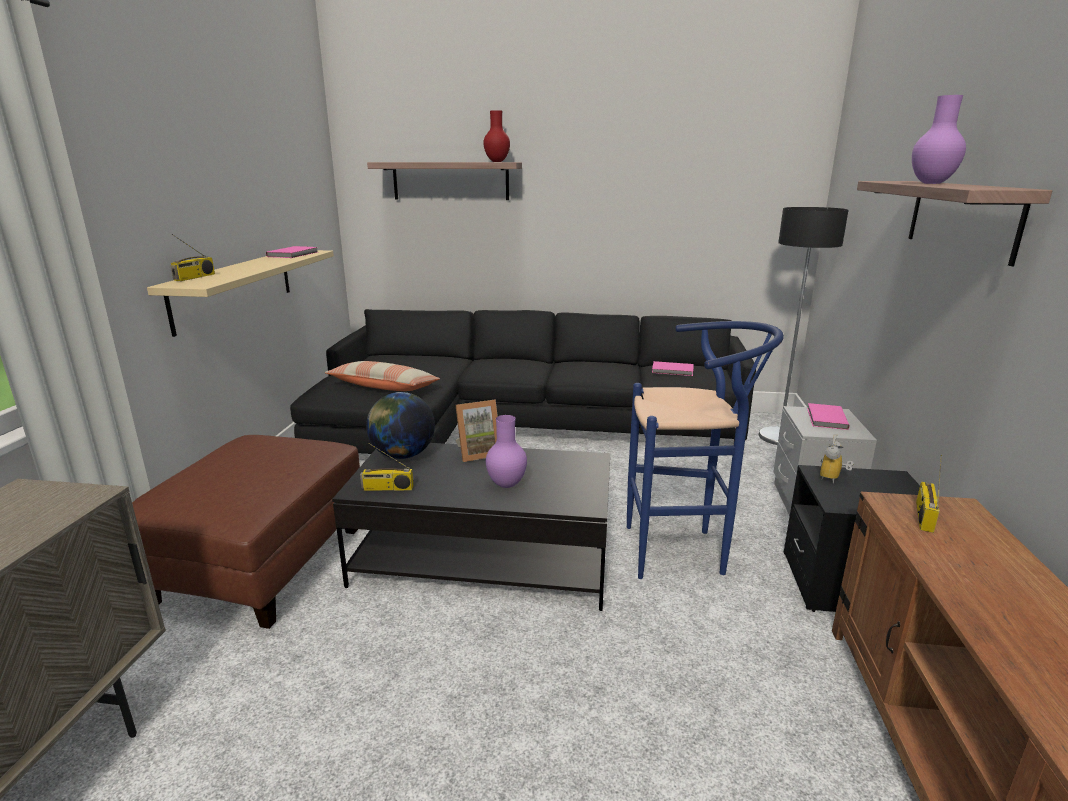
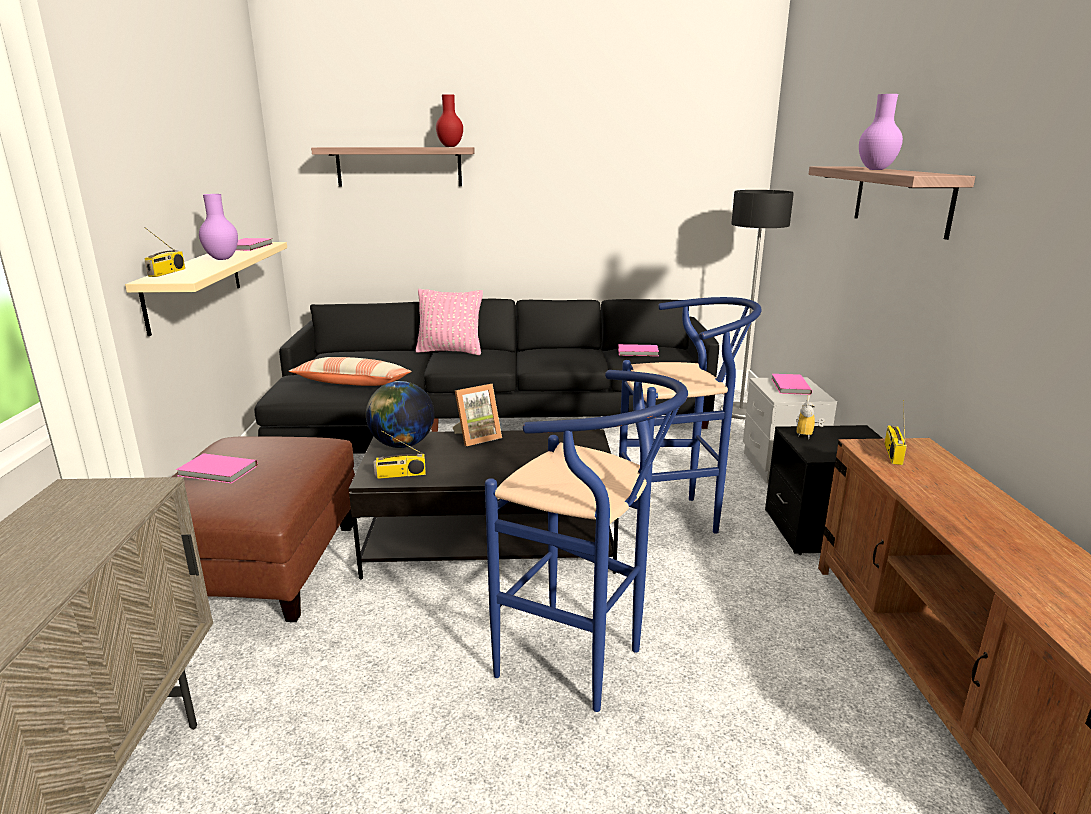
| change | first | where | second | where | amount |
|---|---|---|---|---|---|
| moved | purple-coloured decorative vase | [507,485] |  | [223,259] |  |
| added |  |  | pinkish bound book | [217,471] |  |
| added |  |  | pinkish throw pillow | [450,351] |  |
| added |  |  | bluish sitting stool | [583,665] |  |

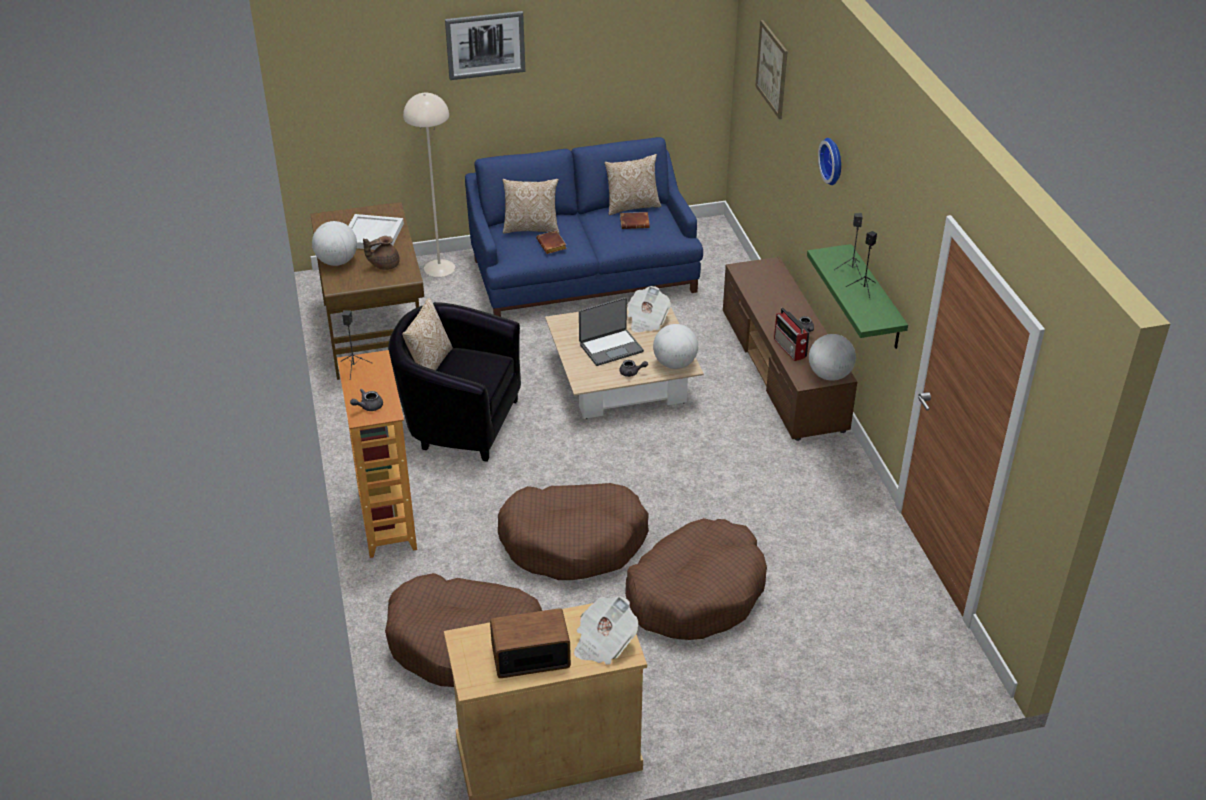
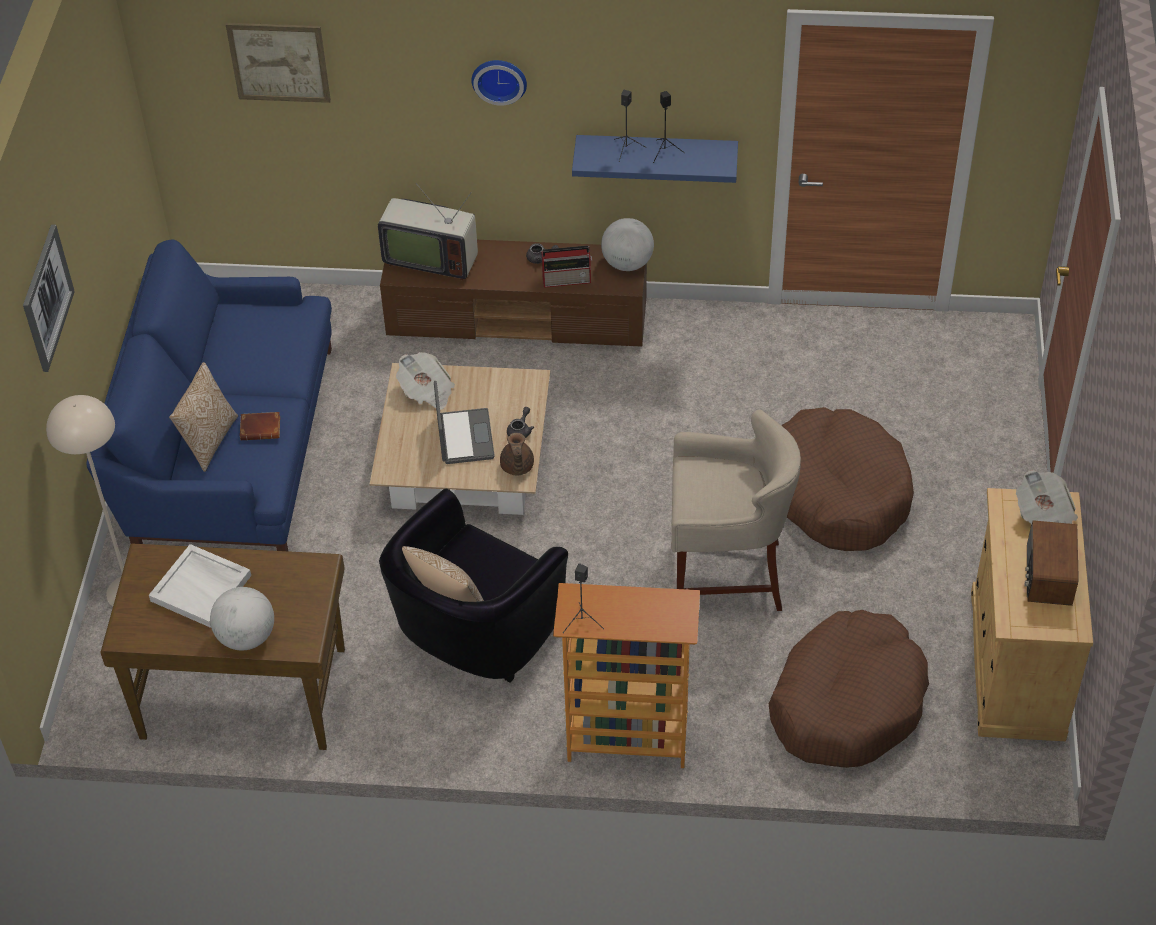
| change | first | where | second | where | amount |
|---|---|---|---|---|---|
| removed | grey pot for tea | [368,406] |  |  |  |
| moved | brown-coloured pot for tea | [384,265] |  | [516,467] |  |
| replaced | brown-coloured dog bed | [574,541] | beige sitting stool | [726,573] |  |
| removed | throw pillow | [632,206] |  |  |  |
| removed | brown-coloured bound book | [635,223] |  |  |  |
| removed | world globe | [675,364] |  |  |  |
| recoloured | green-coloured bracket shelf | [876,298] | bluish bracket shelf | [656,154] |  |
| added |  |  | TV | [430,258] |  |

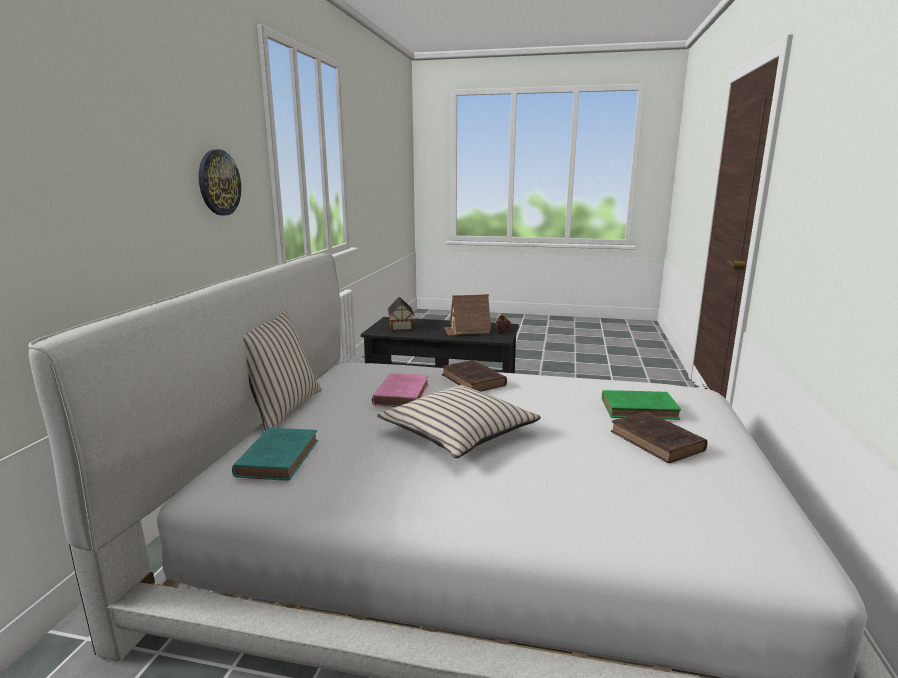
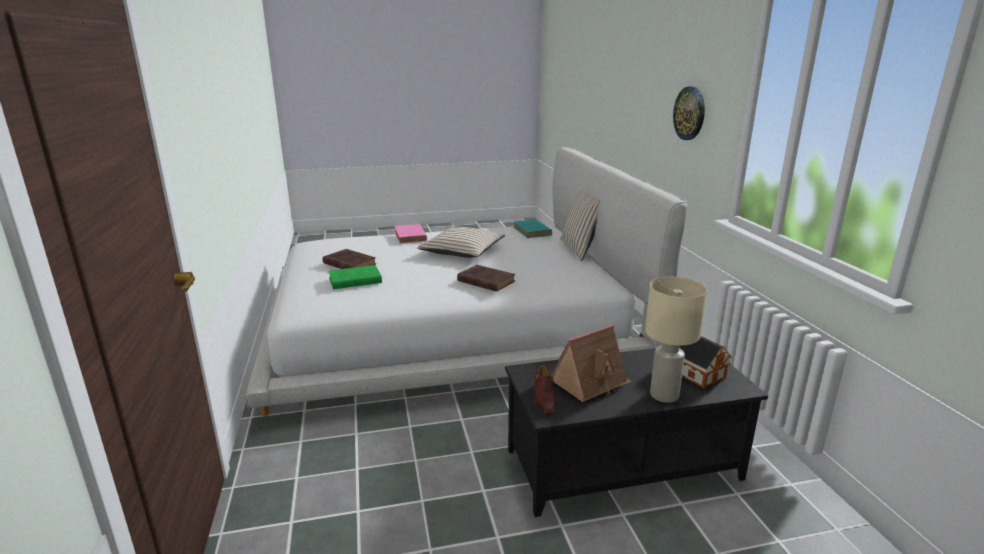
| change | first | where | second | where | amount |
|---|---|---|---|---|---|
| moved | pinkish bound book | [402,394] |  | [410,237] |  |
| added |  |  | beige table lamp | [663,395] |  |

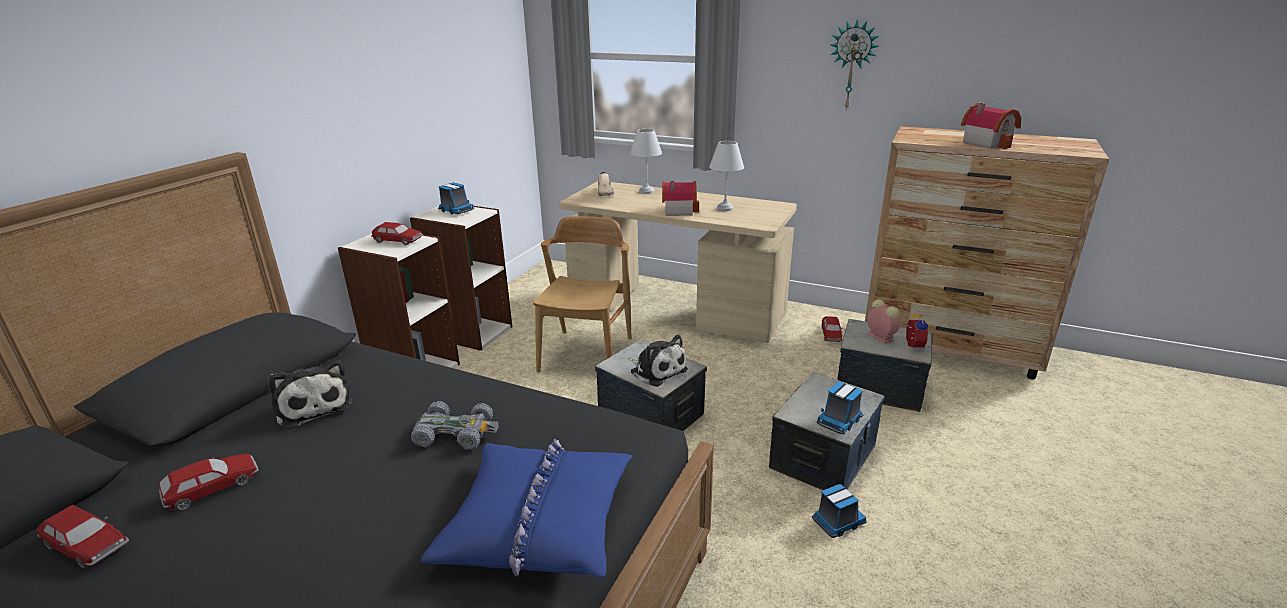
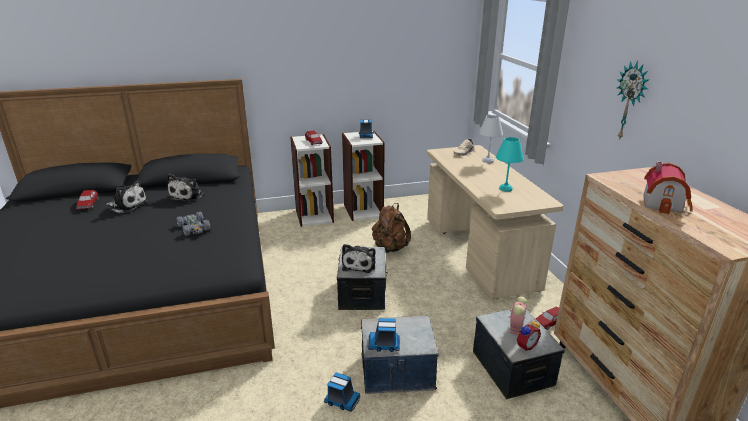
| change | first | where | second | where | amount |
|---|---|---|---|---|---|
| replaced | model car | [213,488] | cuddly toy | [127,205] |  |
| removed | bluish throw pillow | [538,521] |  |  |  |
| replaced | brown-coloured plain chair | [586,354] | brown-coloured rucksack | [390,248] |  |
| removed | miniature house | [677,210] |  |  |  |
| recoloured | whitish table lamp | [724,208] | turquoise table lamp | [505,188] |  |

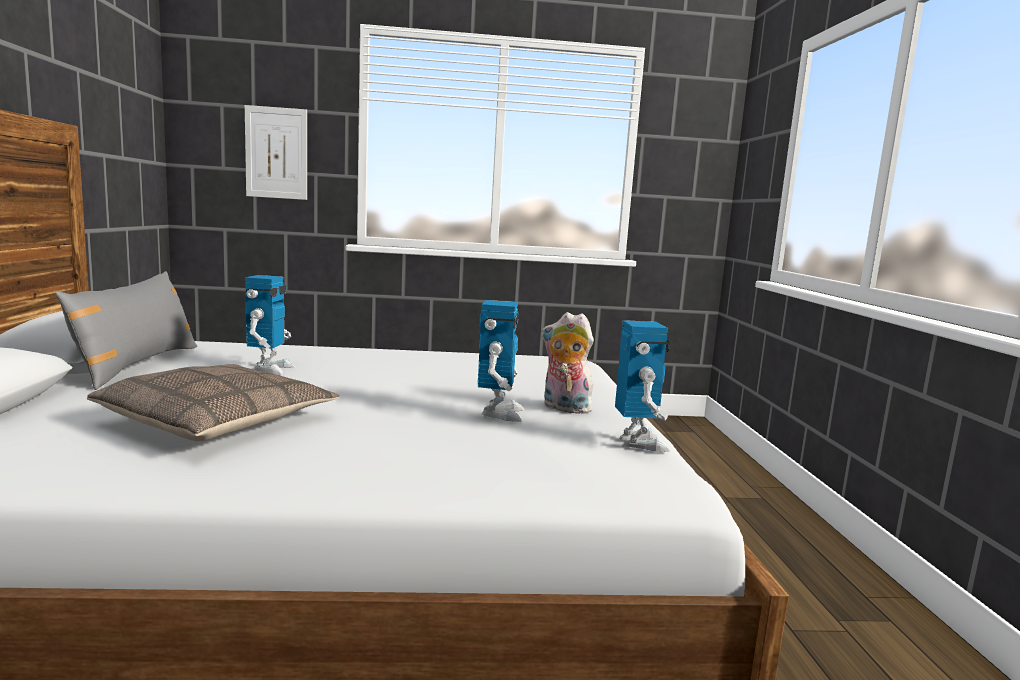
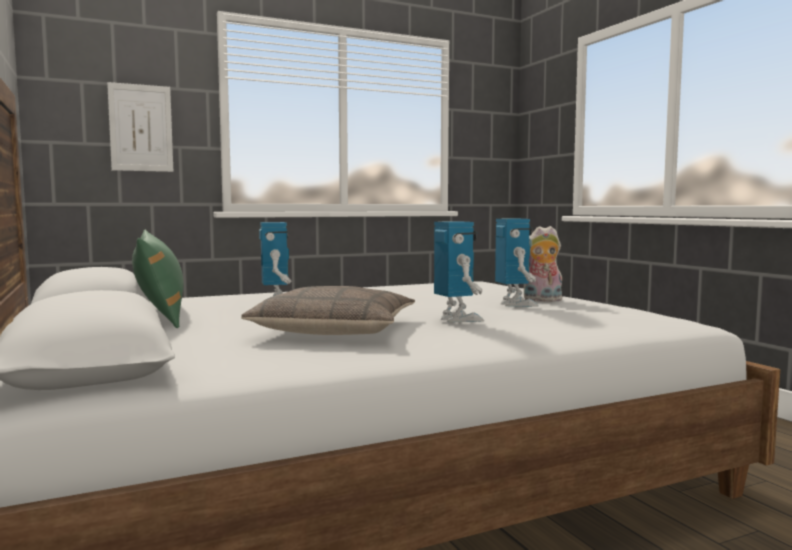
| change | first | where | second | where | amount |
|---|---|---|---|---|---|
| recoloured | grey throw pillow | [137,365] | green-coloured throw pillow | [160,313] |  |
| moved | model robot | [639,442] |  | [457,319] |  |

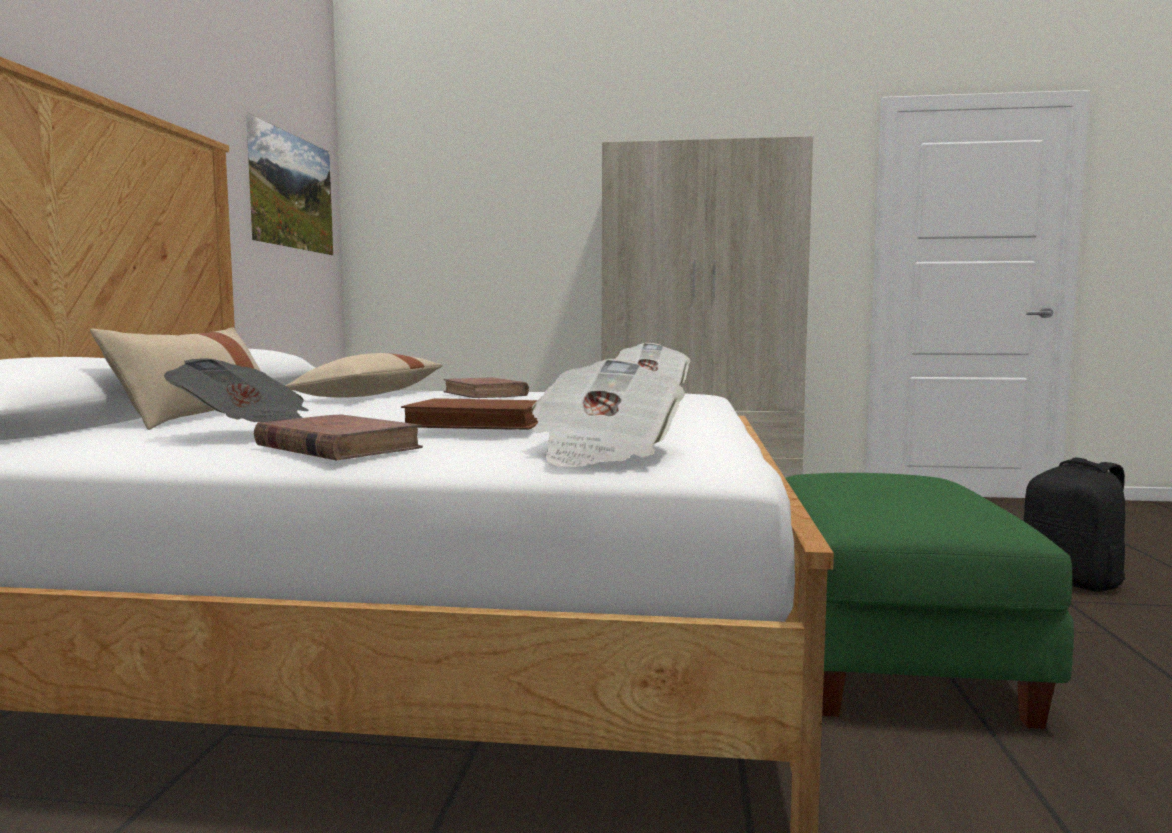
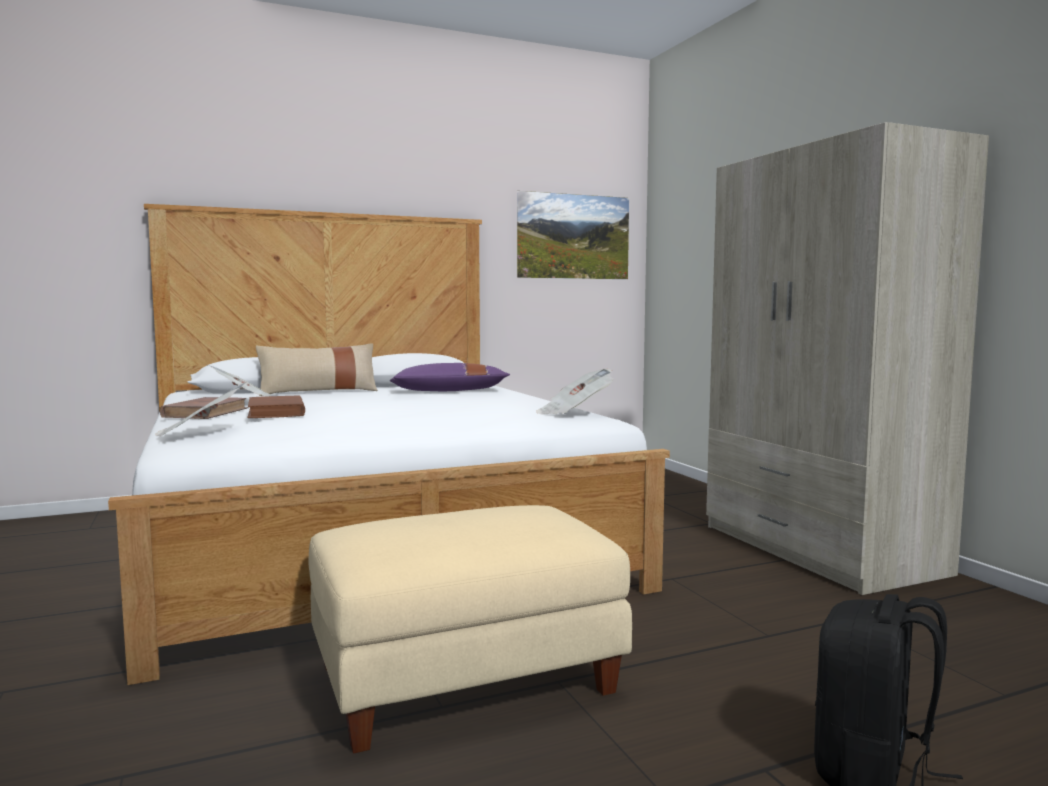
| change | first | where | second | where | amount |
|---|---|---|---|---|---|
| recoloured | beige throw pillow | [371,395] | purple-coloured throw pillow | [449,391] |  |
| removed | brown-coloured bound book | [485,394] |  |  |  |
| recoloured | green-coloured ottoman | [887,654] | beige ottoman | [465,677] |  |

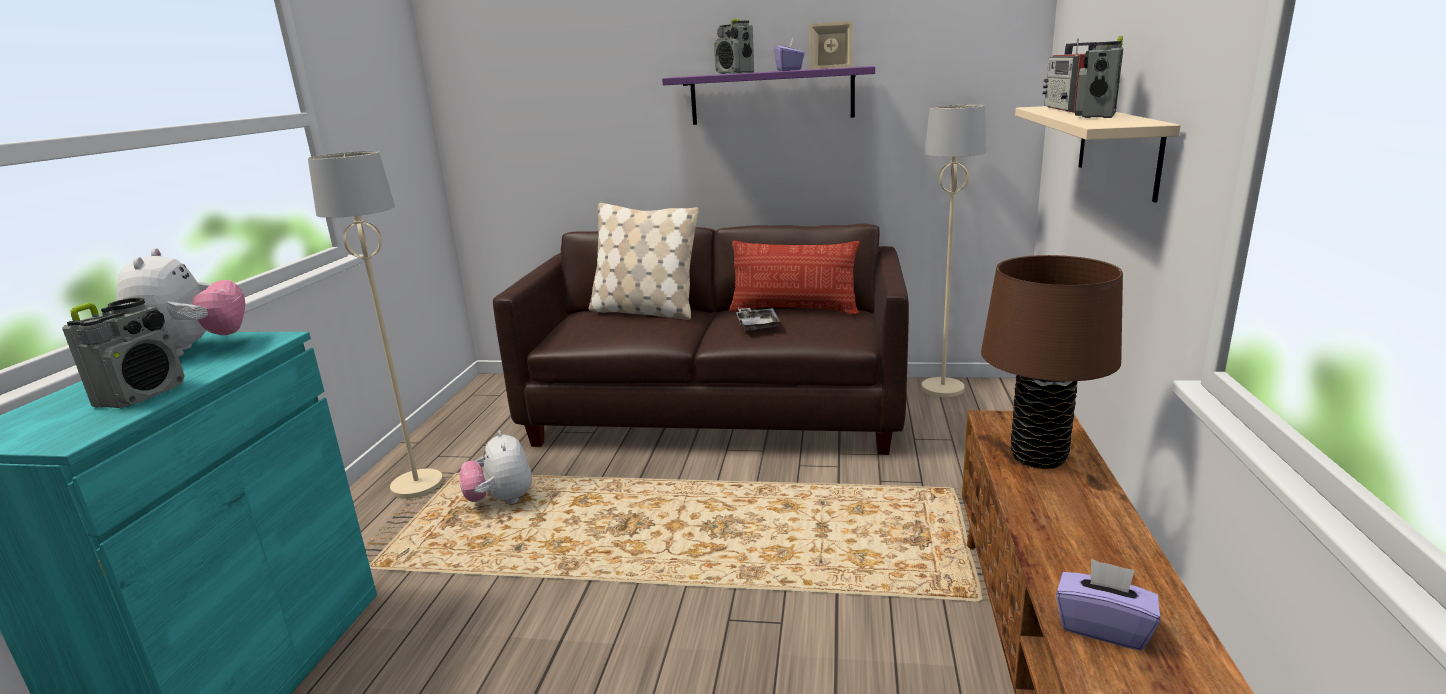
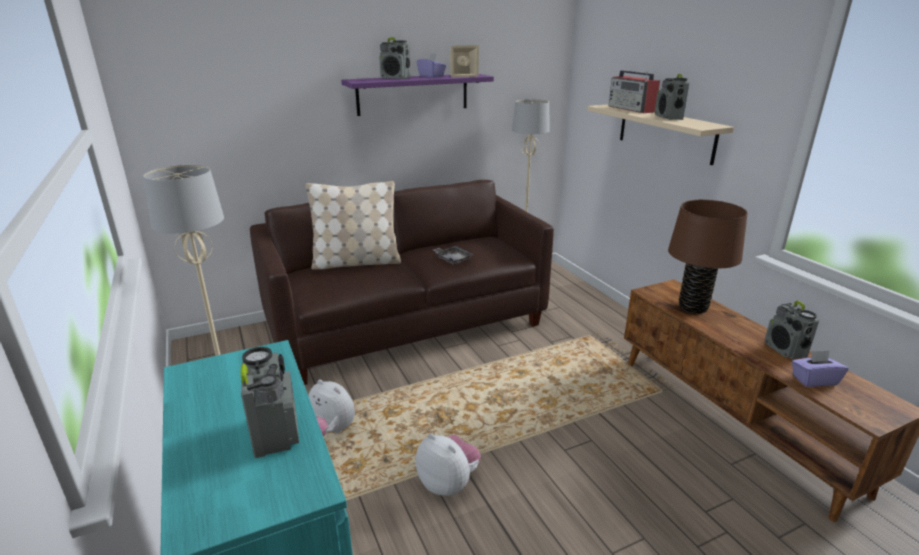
| change | first | where | second | where | amount |
|---|---|---|---|---|---|
| moved | cuddly toy | [194,350] |  | [448,483] |  |
| removed | throw pillow | [794,310] |  |  |  |
| added |  |  | radio receiver | [785,350] |  |

